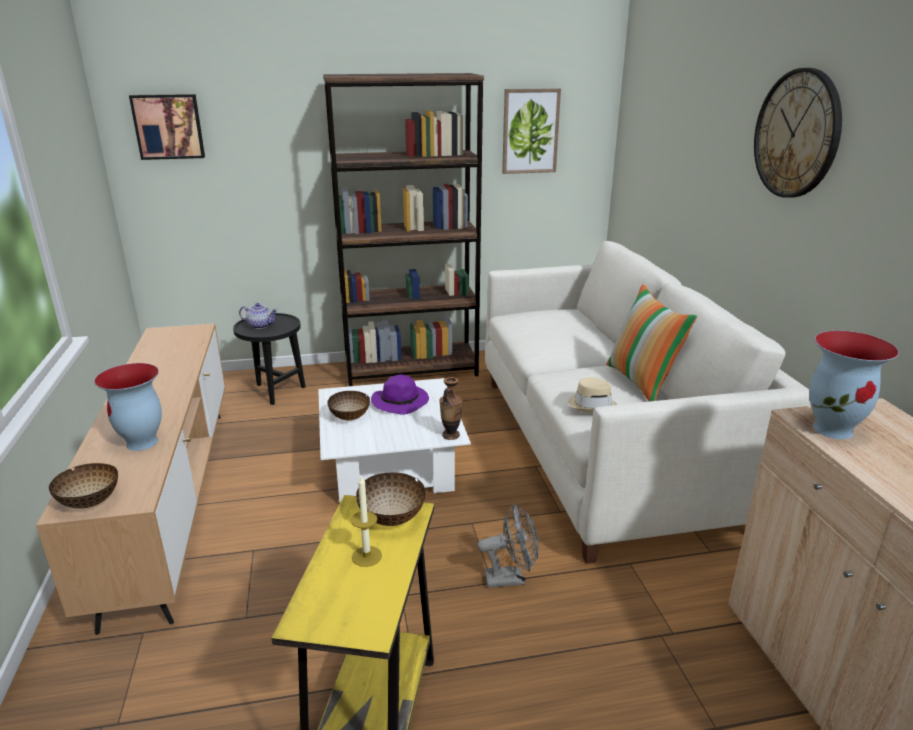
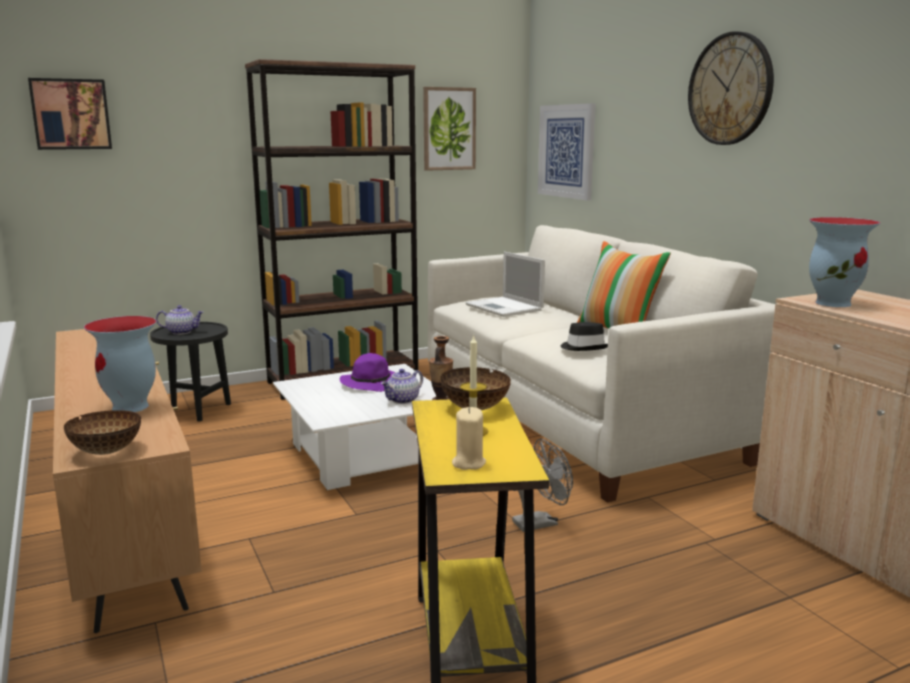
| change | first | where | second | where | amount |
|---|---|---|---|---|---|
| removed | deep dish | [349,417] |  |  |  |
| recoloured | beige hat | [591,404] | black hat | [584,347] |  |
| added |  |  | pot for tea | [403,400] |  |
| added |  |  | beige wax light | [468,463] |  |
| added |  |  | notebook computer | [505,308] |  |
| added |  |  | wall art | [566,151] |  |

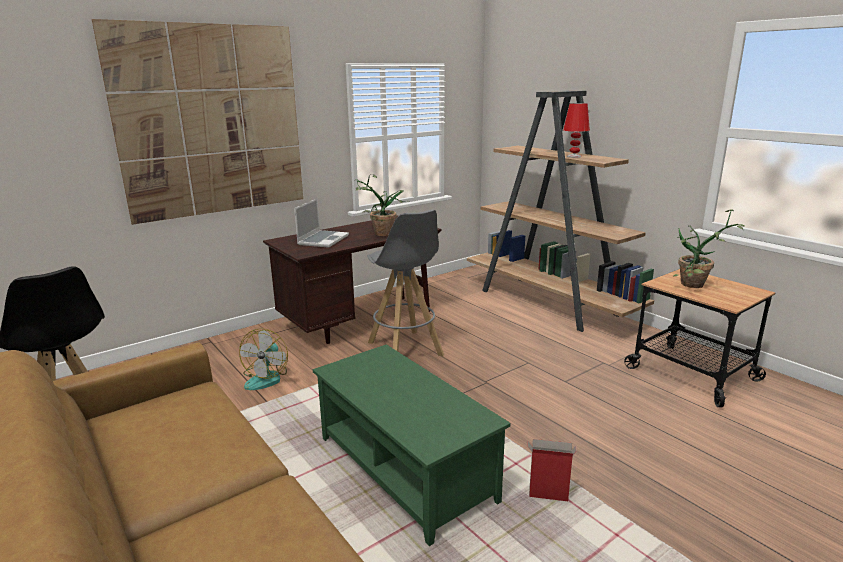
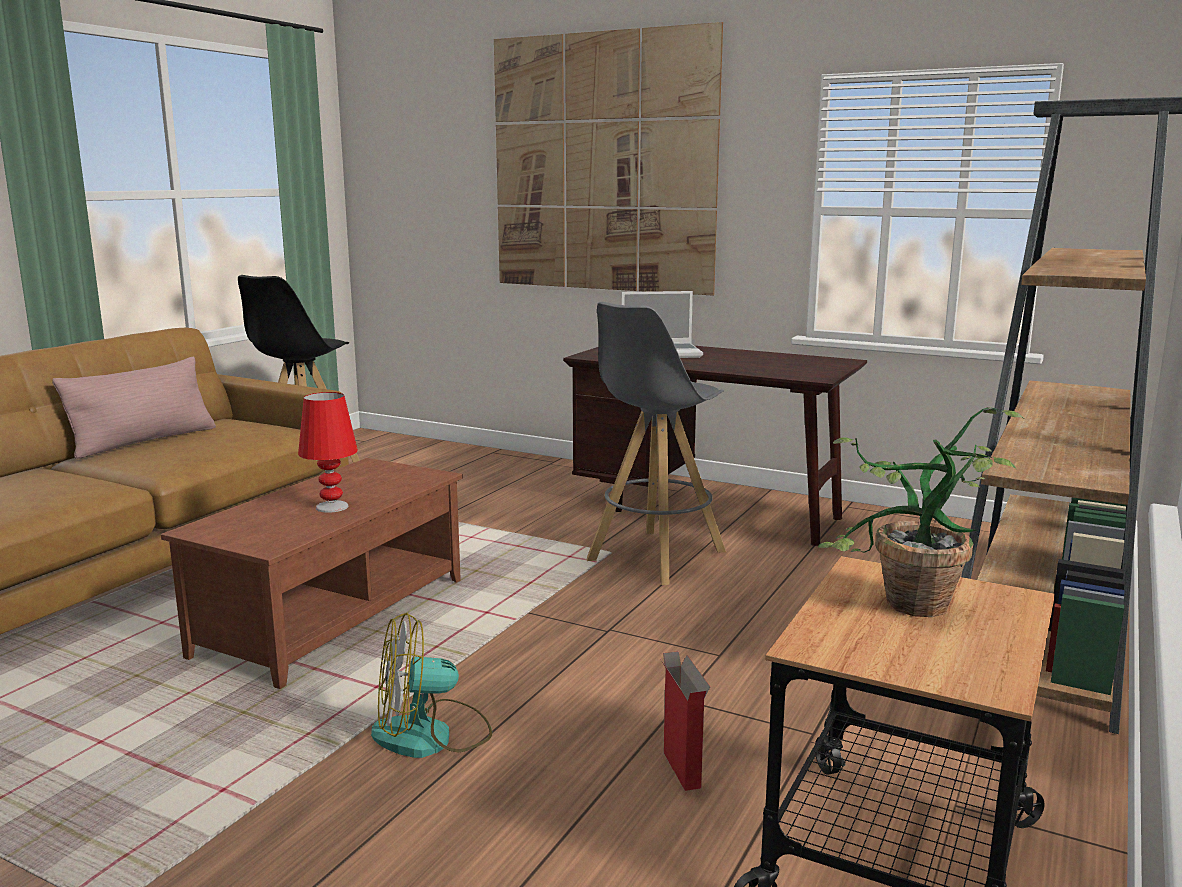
| change | first | where | second | where | amount |
|---|---|---|---|---|---|
| moved | electric fan | [267,378] |  | [431,735] |  |
| recoloured | green-coloured low table | [403,469] | brown-coloured low table | [332,617] |  |
| removed | houseplant | [378,233] |  |  |  |
| moved | carton | [547,497] |  | [681,769] |  |
| moved | red-coloured table lamp | [574,156] |  | [332,507] |  |
| added |  |  | pinkish throw pillow | [144,441] |  |

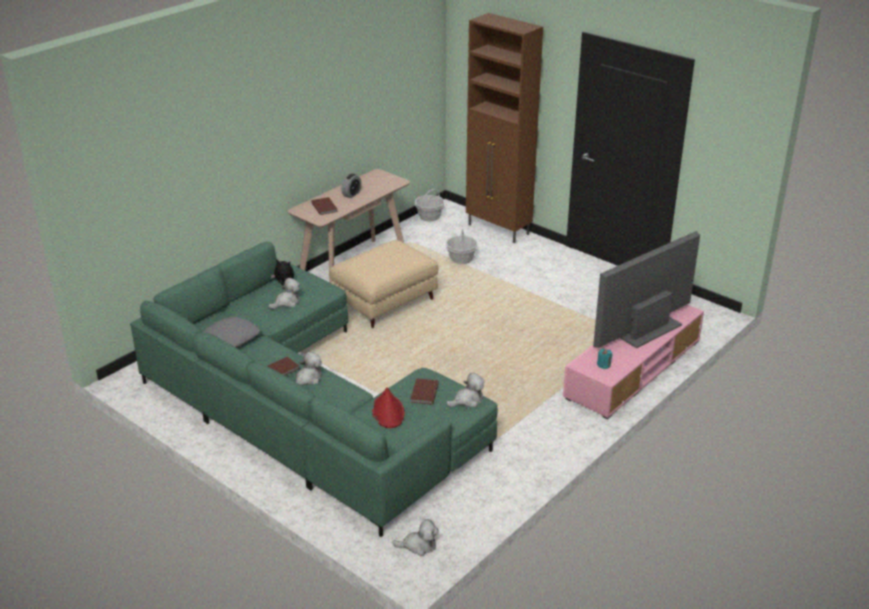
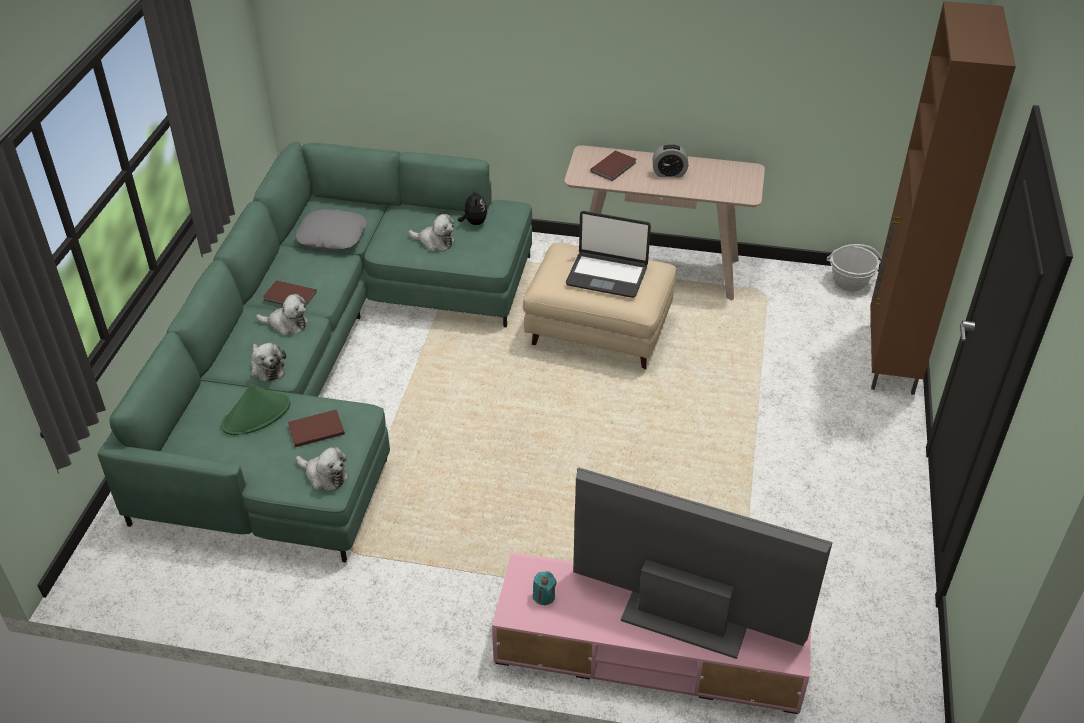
| change | first | where | second | where | amount |
|---|---|---|---|---|---|
| recoloured | red-coloured hat | [388,412] | green-coloured hat | [256,415] |  |
| moved | cuddly toy | [418,546] |  | [267,368] |  |
| removed | basket | [461,259] |  |  |  |
| added |  |  | notebook computer | [607,275] |  |

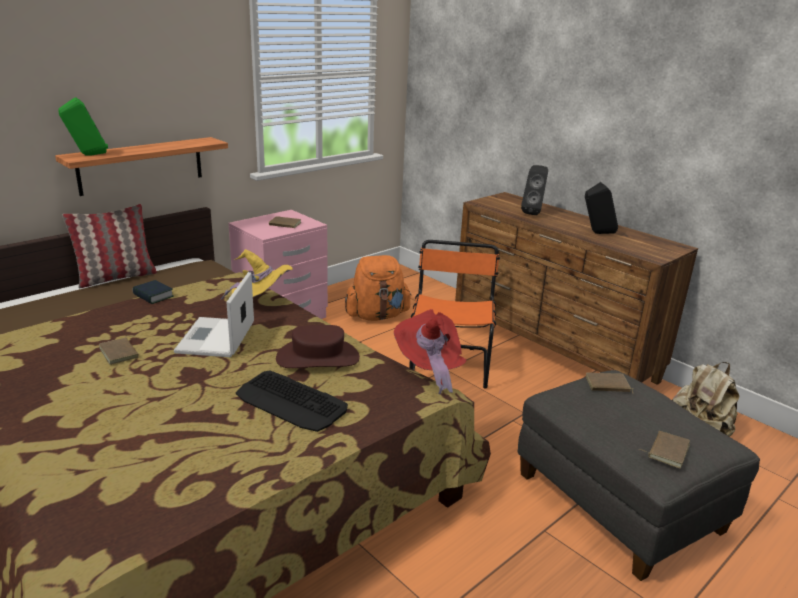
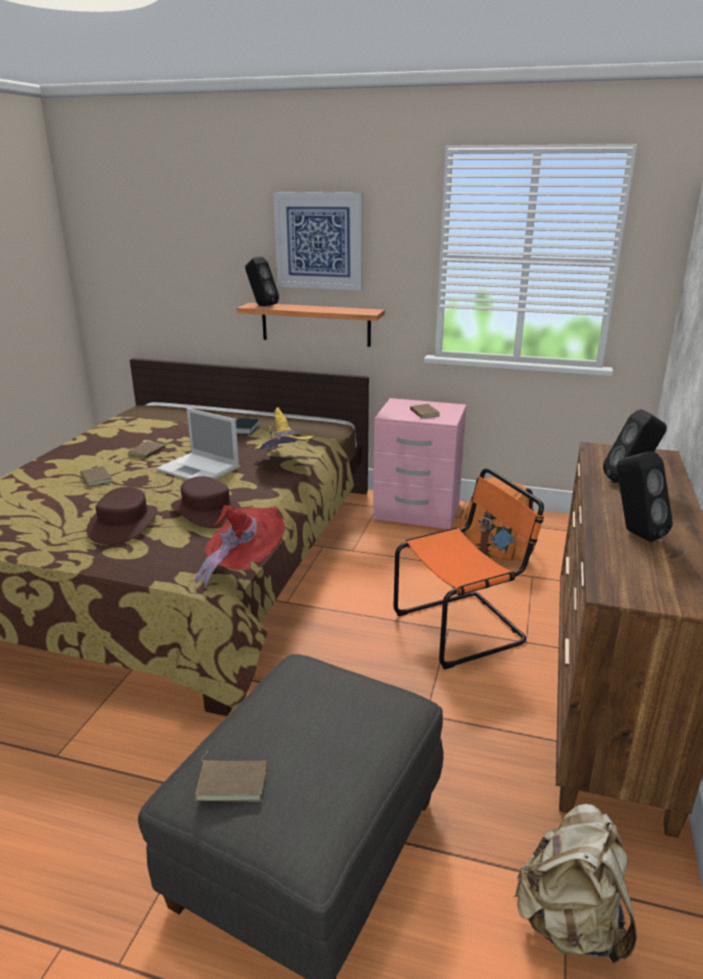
| change | first | where | second | where | amount |
|---|---|---|---|---|---|
| recoloured | green-coloured speaker | [87,155] | black speaker | [261,305] |  |
| removed | throw pillow | [116,277] |  |  |  |
| turned | notebook computer | [216,338] |  | [199,469] | 120 degrees counterclockwise |
| replaced | keyboard | [291,402] | brown-coloured hat | [124,524] |  |
| moved | brown-coloured bound book | [607,385] |  | [95,479] |  |
| added |  |  | wall art | [319,241] |  |

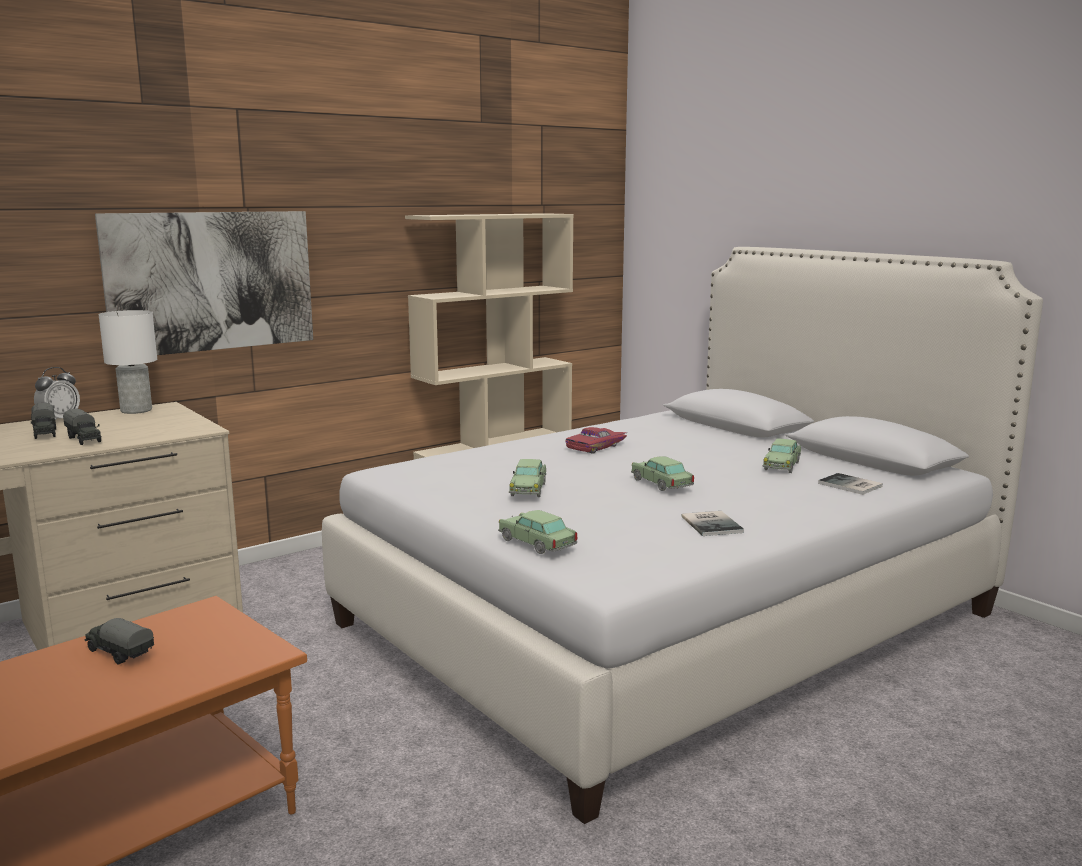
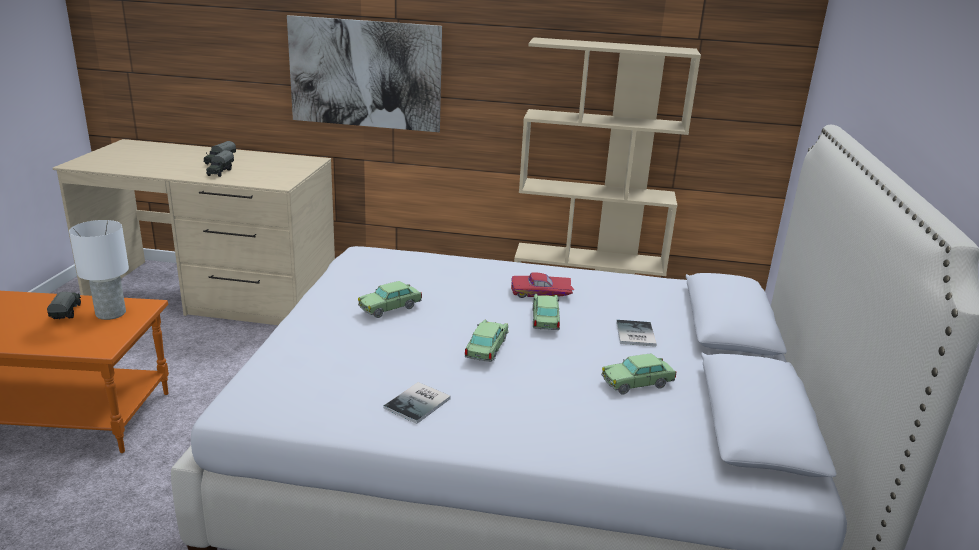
| change | first | where | second | where | amount |
|---|---|---|---|---|---|
| removed | bedside clock | [59,420] |  |  |  |
| moved | whitish table lamp | [136,410] |  | [111,313] |  |
| moved | model car | [537,543] |  | [545,320] |  |
| moved | bound book | [850,485] |  | [634,334] |  |

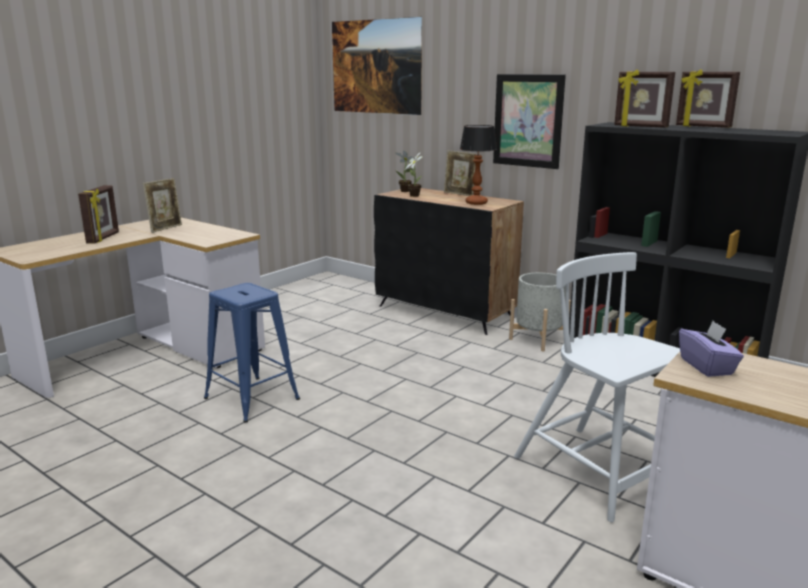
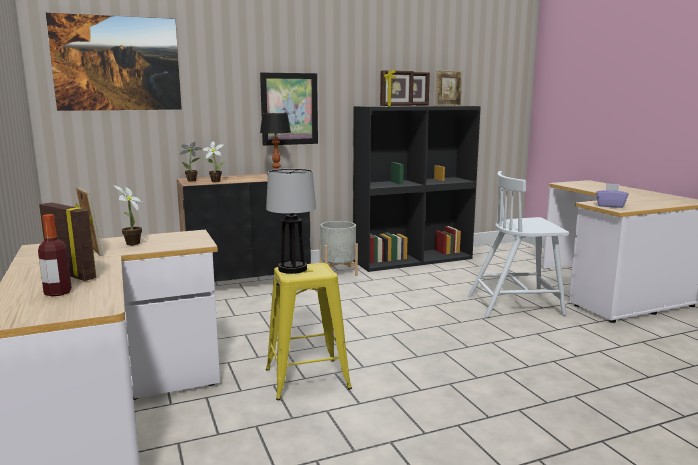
| change | first | where | second | where | amount |
|---|---|---|---|---|---|
| recoloured | bluish sitting stool | [251,399] | yellow-coloured sitting stool | [307,379] |  |
| moved | photo frame | [459,194] |  | [448,106] |  |
| added |  |  | bottle | [58,293] |  |
| added |  |  | houseplant | [131,244] |  |
| added |  |  | table lamp | [292,269] |  |

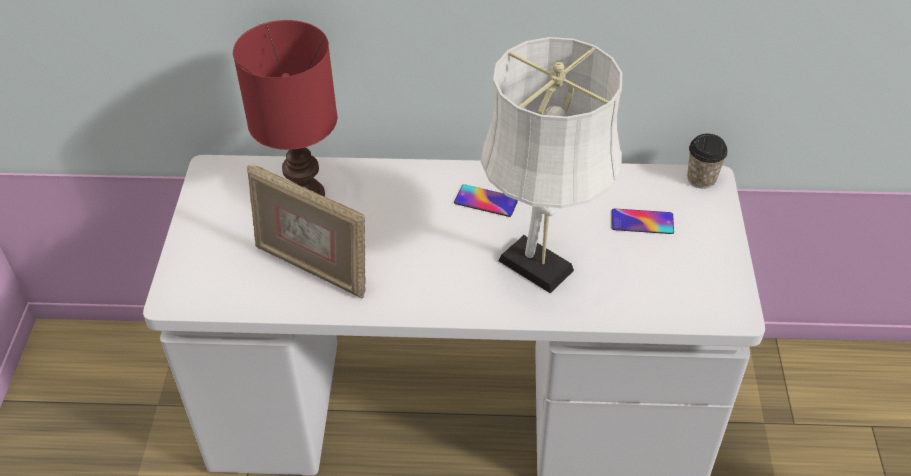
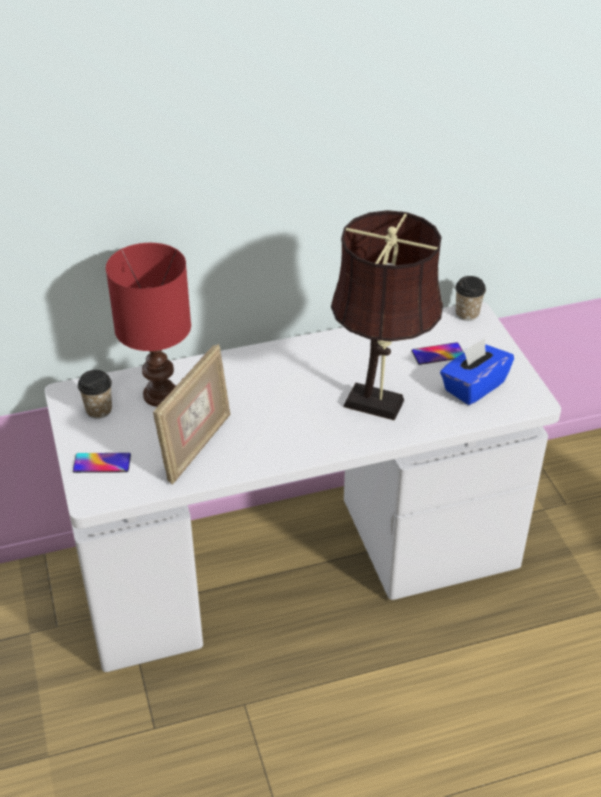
| change | first | where | second | where | amount |
|---|---|---|---|---|---|
| turned | photo frame | [312,268] |  | [196,447] | 75 degrees counterclockwise |
| moved | telephone | [486,201] |  | [102,463] |  |
| recoloured | whitish table lamp | [541,269] | brown-coloured table lamp | [379,405] |  |
| added |  |  | drinking cup | [99,410] |  |
| added |  |  | bluish box of tissues | [473,386] |  |

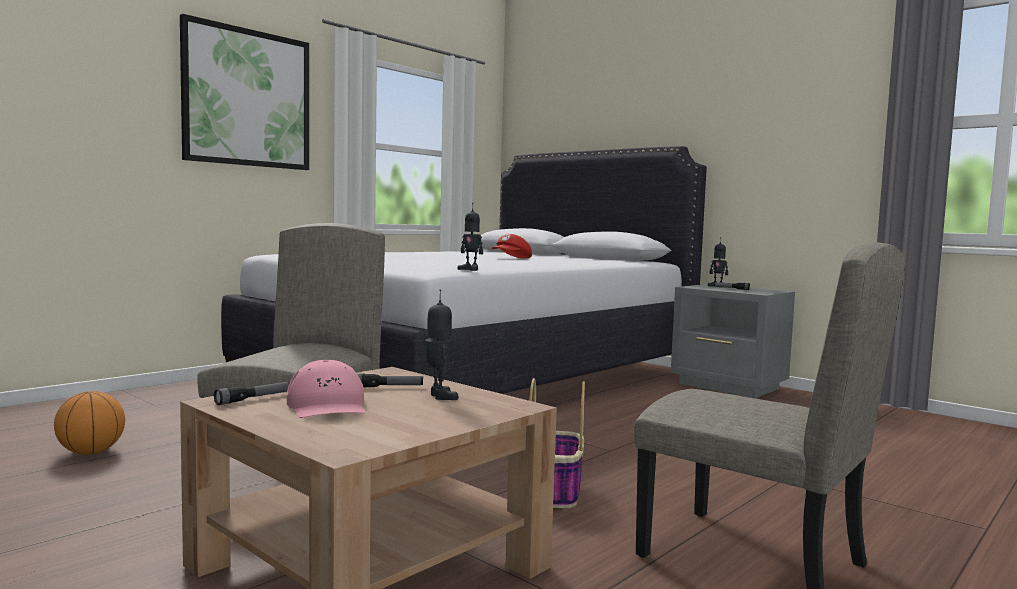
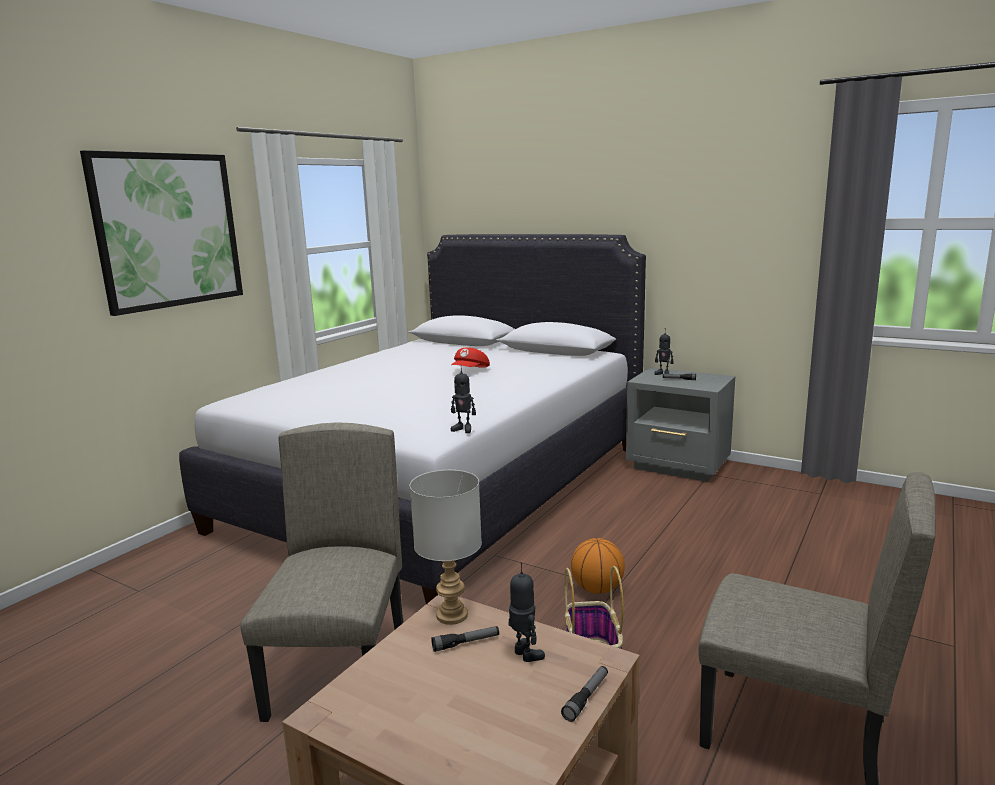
| change | first | where | second | where | amount |
|---|---|---|---|---|---|
| moved | ball for basketball | [91,452] |  | [597,589] |  |
| moved | torch | [254,399] |  | [586,697] |  |
| removed | pinkish peaked cap | [328,406] |  |  |  |
| added |  |  | grey table lamp | [451,614] |  |

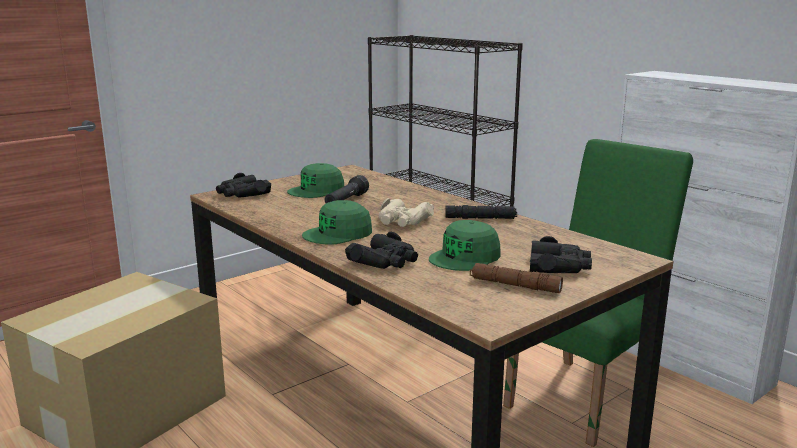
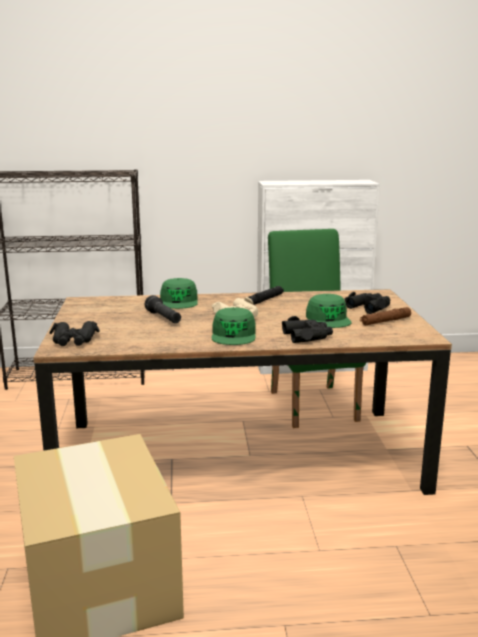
| change | first | where | second | where | amount |
|---|---|---|---|---|---|
| moved | green-coloured peaked cap | [317,190] |  | [179,301] |  |

